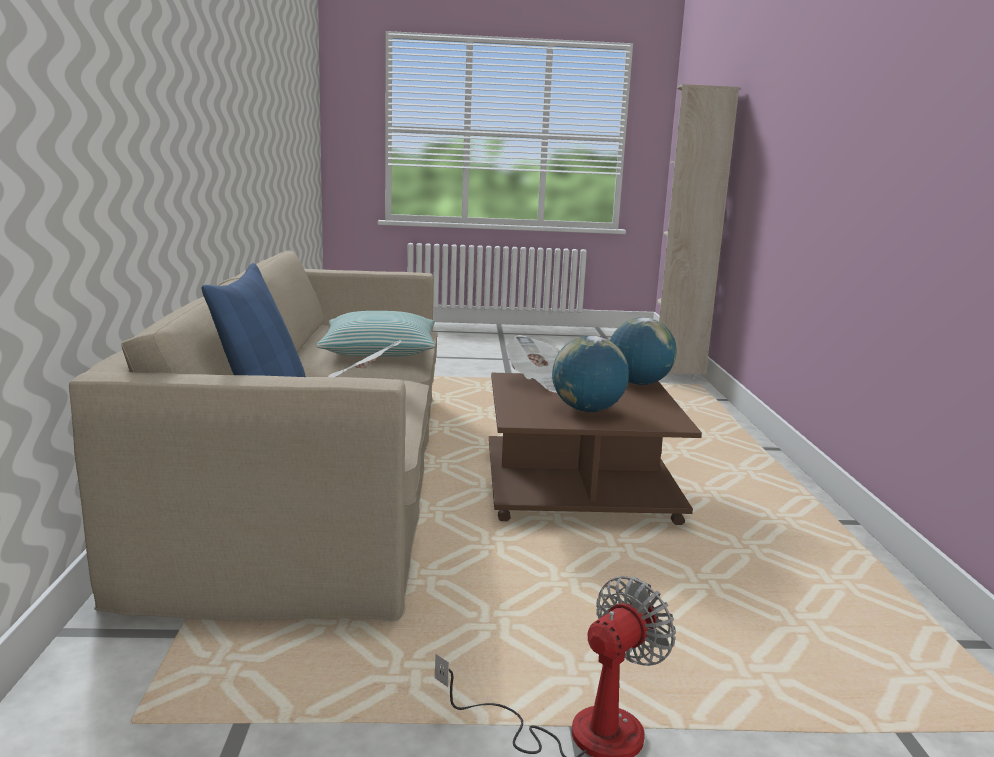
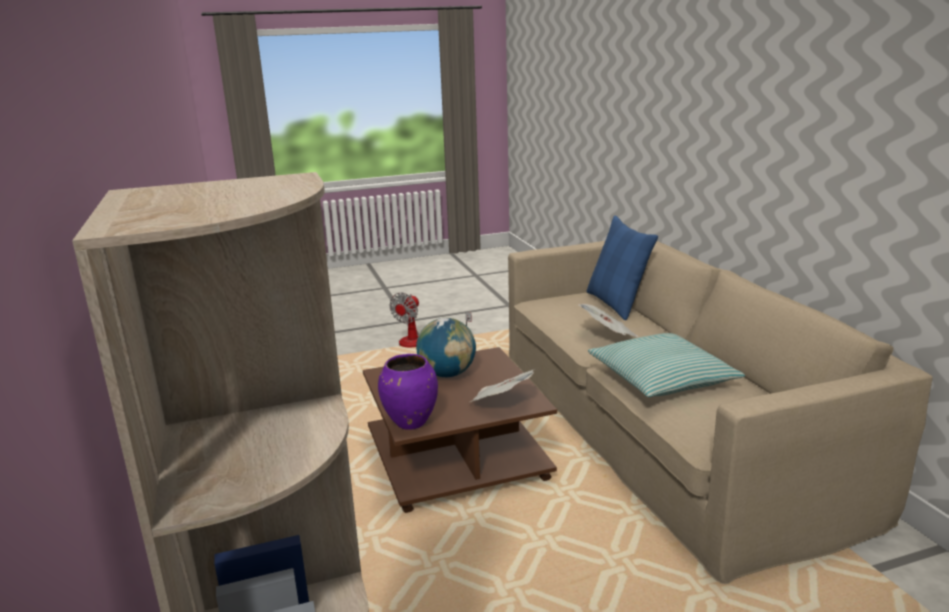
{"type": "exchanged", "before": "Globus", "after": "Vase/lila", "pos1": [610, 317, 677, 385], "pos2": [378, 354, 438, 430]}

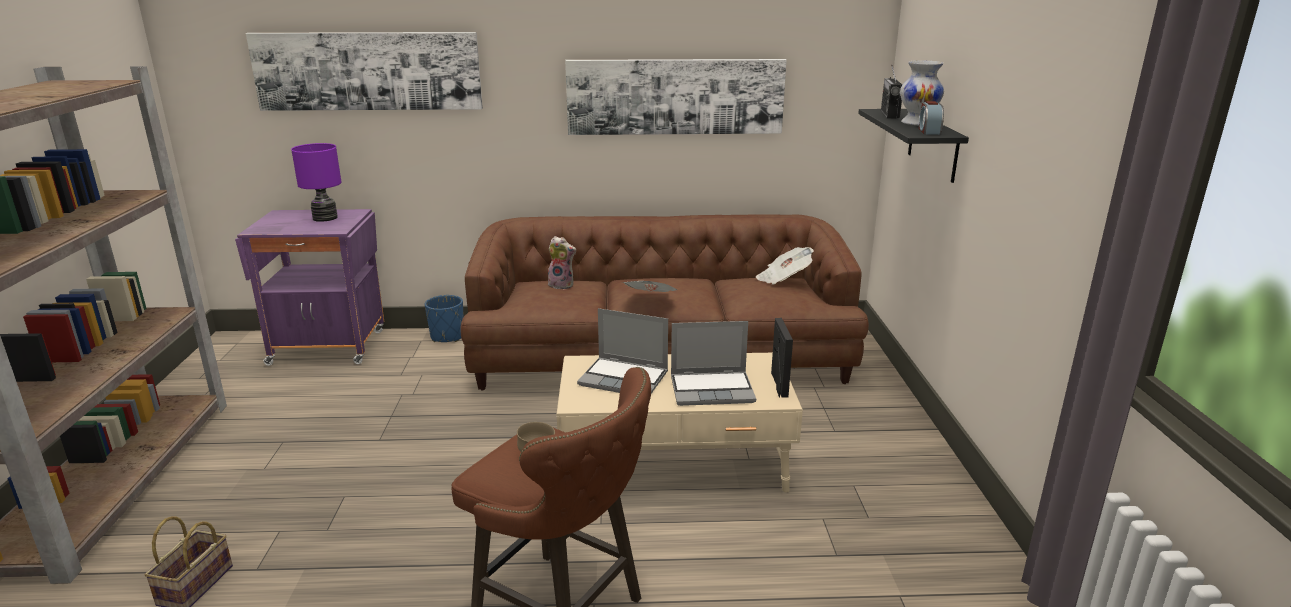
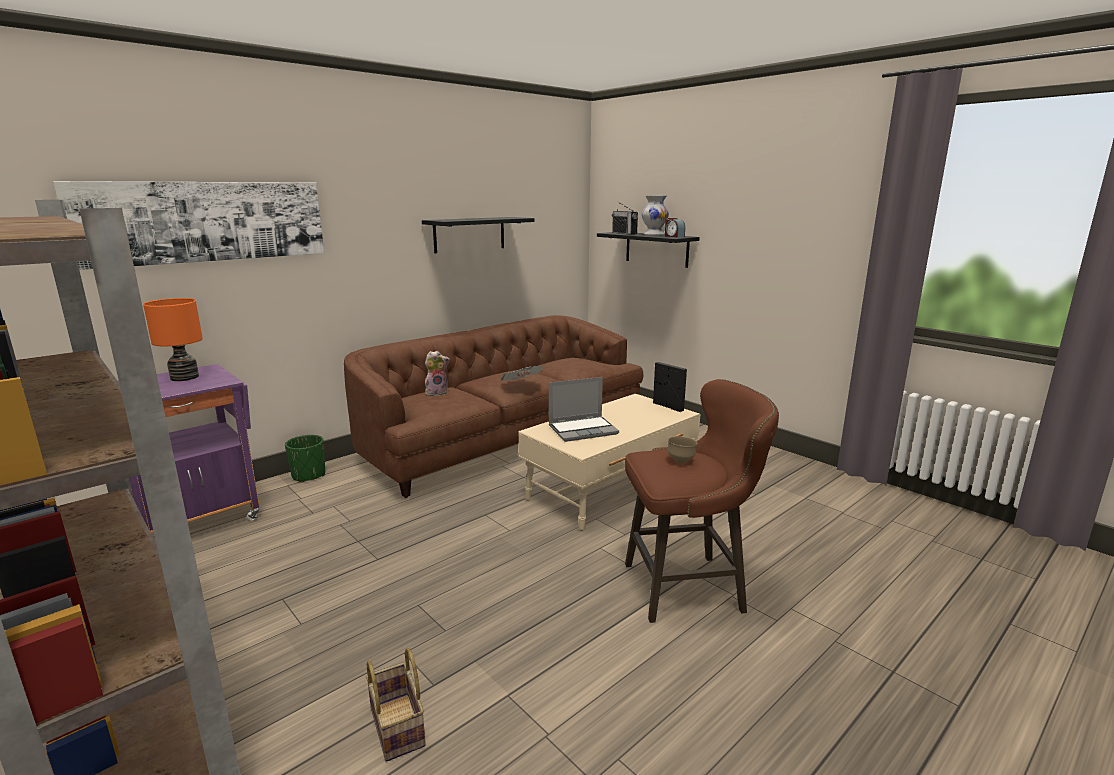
{"type": "exchanged", "before": "Bild", "after": "Wandregal/schwarz", "pos1": [565, 59, 787, 135], "pos2": [422, 217, 535, 253]}
{"type": "colour", "before": "Tischlampe/lila", "after": "Tischlampe/orange", "pos1": [291, 143, 342, 222], "pos2": [143, 298, 203, 381]}
{"type": "missing", "before": "Zeitung", "pos1": [756, 247, 814, 285]}
{"type": "colour", "before": "Pflanzkübel/blau", "after": "Pflanzkübel/grün", "pos1": [425, 295, 463, 342], "pos2": [285, 435, 325, 483]}
{"type": "missing", "before": "Laptop", "pos1": [671, 321, 756, 406]}

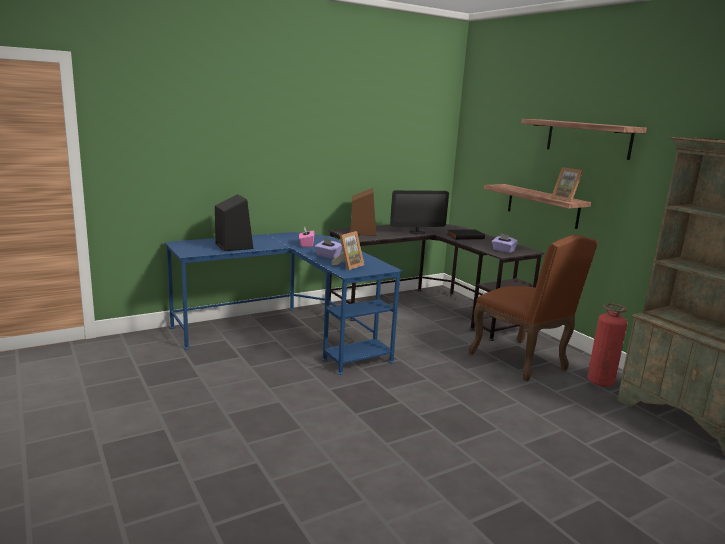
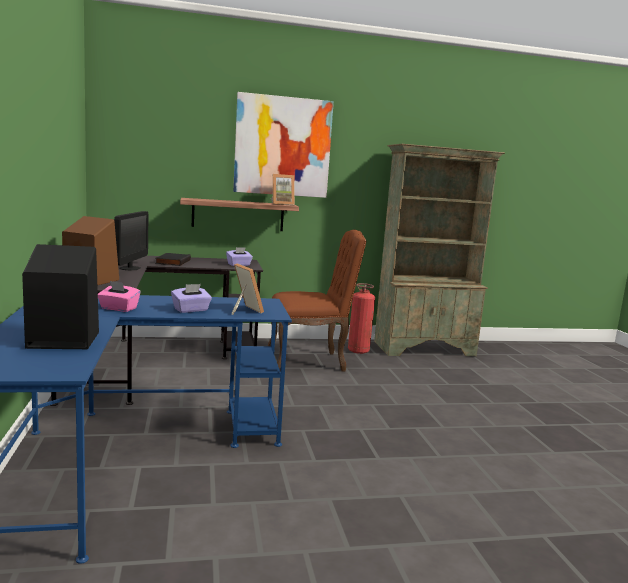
{"type": "exchanged", "before": "Wandregal", "after": "Bild", "pos1": [521, 119, 647, 160], "pos2": [233, 92, 334, 198]}

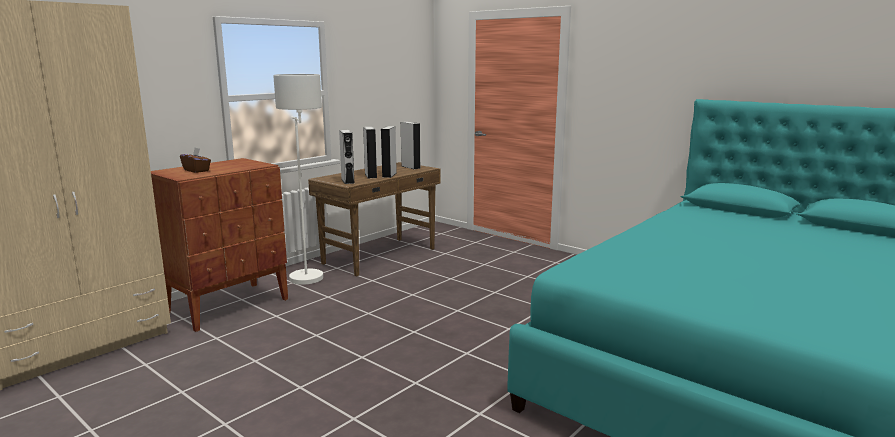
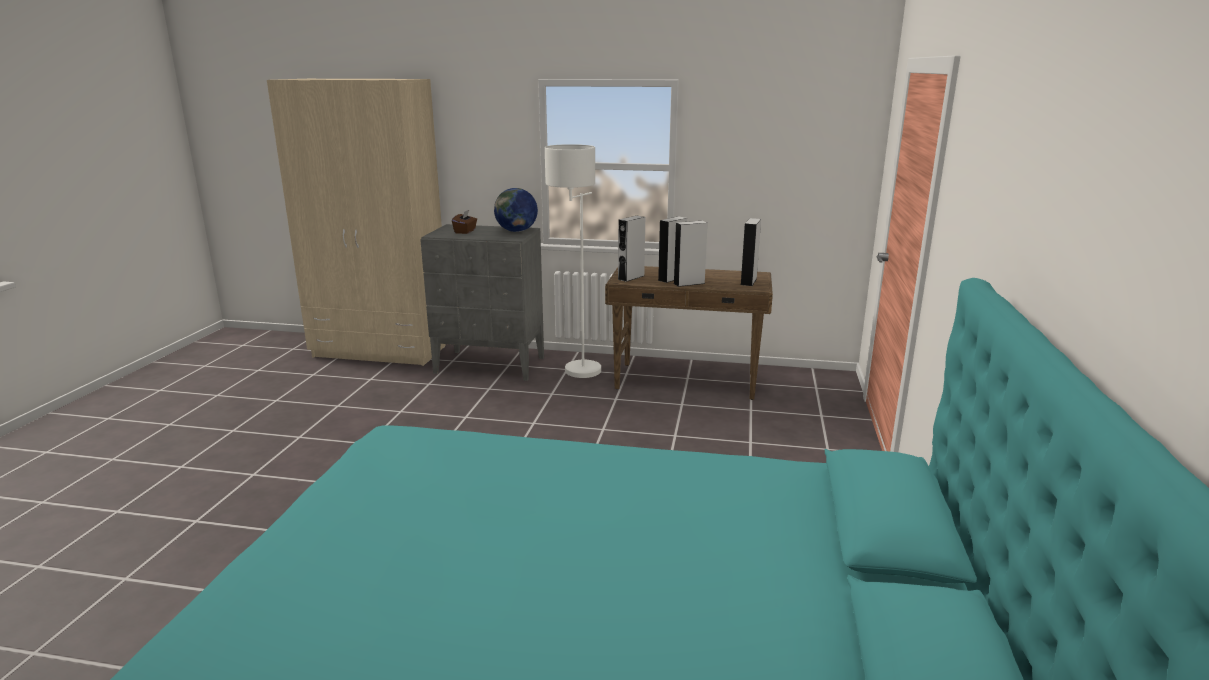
{"type": "colour", "before": "Kommode/braun", "after": "Kommode/grau", "pos1": [151, 158, 288, 332], "pos2": [420, 224, 544, 381]}
{"type": "appeared", "after": "Globus", "pos2": [494, 188, 538, 232]}

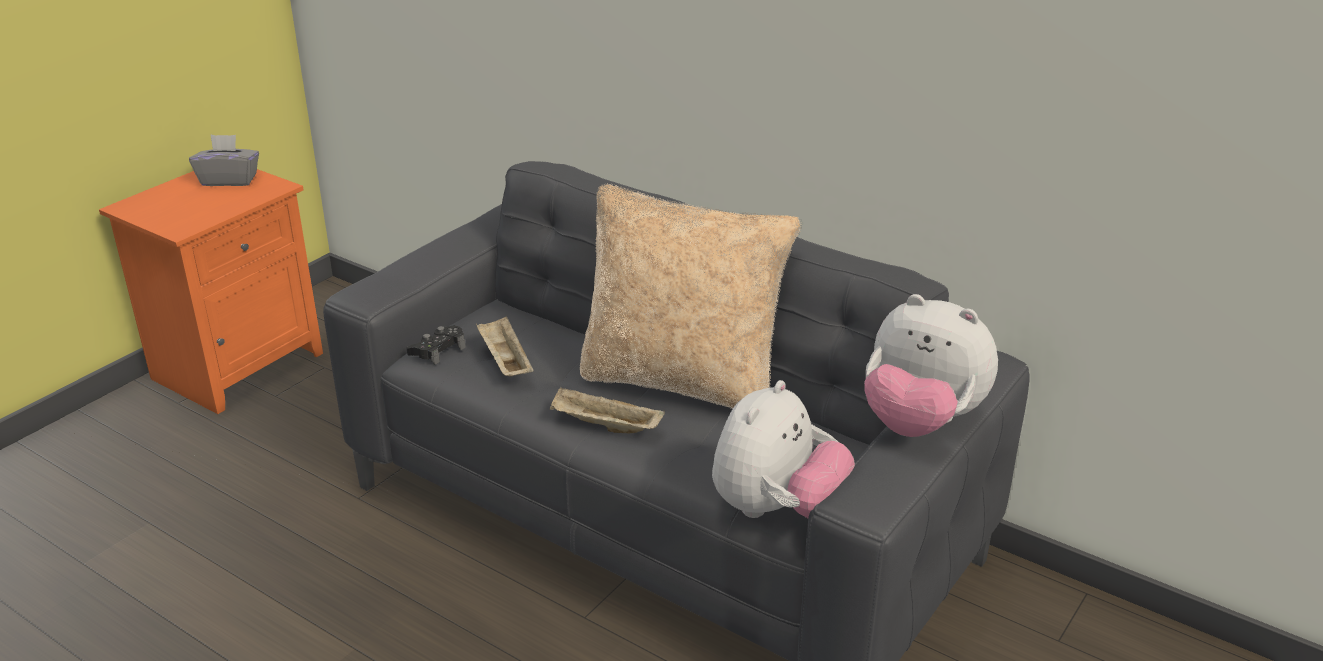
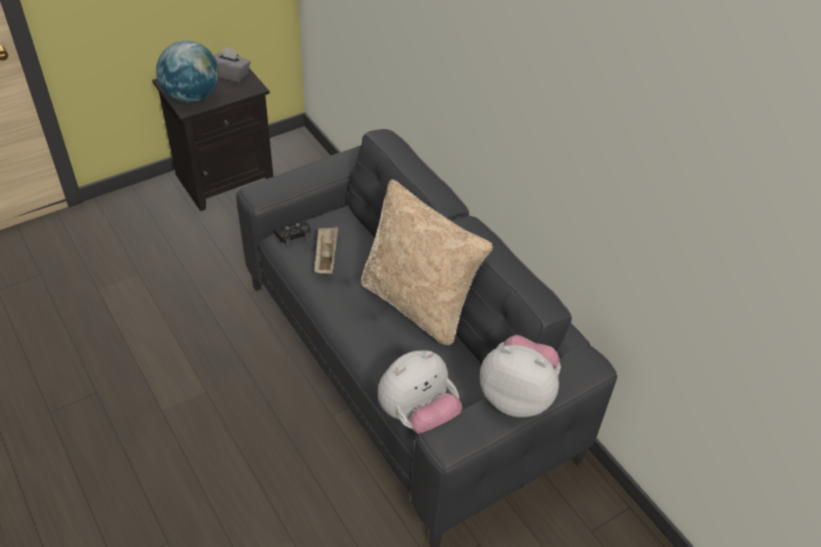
{"type": "colour", "before": "Nachttisch/orange", "after": "Nachttisch/schwarz", "pos1": [99, 169, 323, 414], "pos2": [152, 55, 273, 211]}
{"type": "spun", "before": "Plüschtier", "pos1": [864, 294, 998, 437], "pos2": [480, 335, 561, 417], "turn": 150}
{"type": "missing", "before": "Tablett/beige", "pos1": [550, 387, 665, 434]}
{"type": "appeared", "after": "Globus", "pos2": [156, 41, 219, 103]}

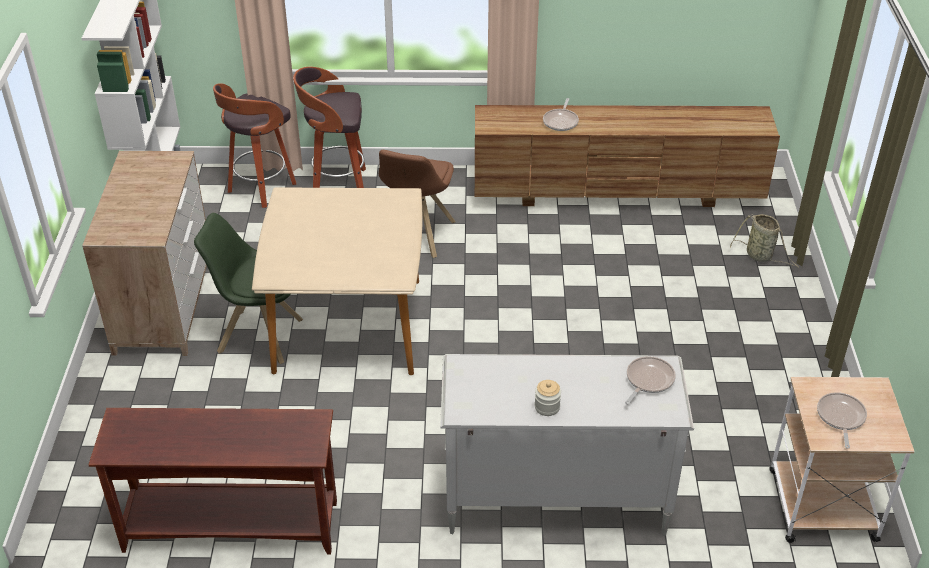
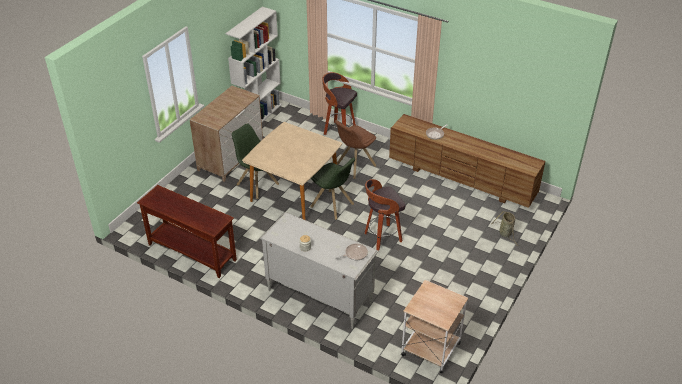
{"type": "relocated", "before": "Hocker", "pos1": [213, 83, 296, 208], "pos2": [364, 179, 405, 251]}
{"type": "missing", "before": "Pfanne", "pos1": [817, 392, 867, 449]}
{"type": "appeared", "after": "Stuhl/grün", "pos2": [311, 158, 355, 220]}

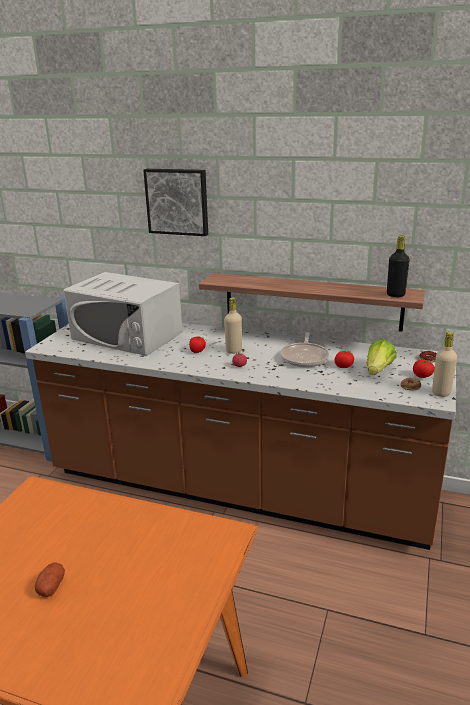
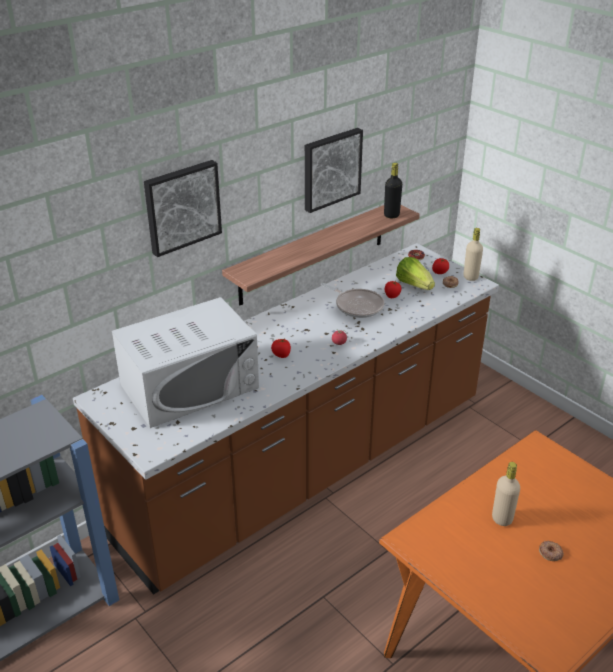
{"type": "relocated", "before": "Flasche/beige", "pos1": [224, 298, 242, 354], "pos2": [492, 462, 520, 526]}
{"type": "exchanged", "before": "Kartoffel", "after": "Donut", "pos1": [35, 563, 65, 597], "pos2": [539, 540, 564, 561]}
{"type": "appeared", "after": "Bild", "pos2": [305, 128, 363, 213]}

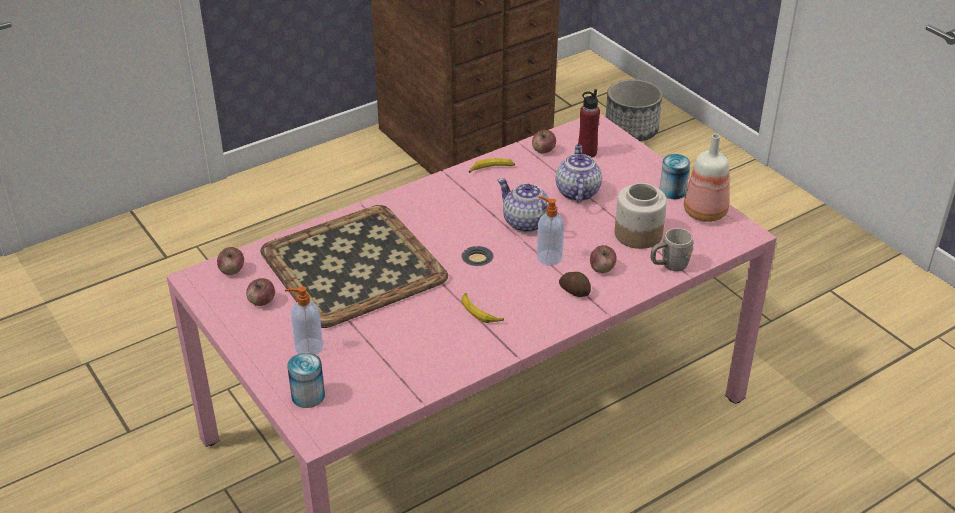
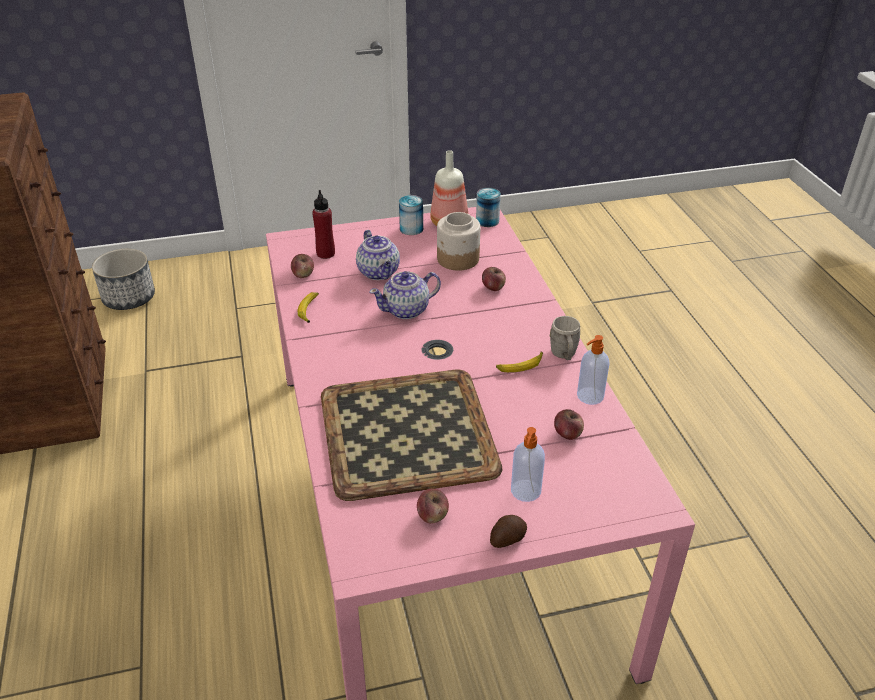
{"type": "spun", "before": "Teekanne", "pos1": [556, 144, 602, 202], "pos2": [356, 230, 400, 280], "turn": -135}
{"type": "relocated", "before": "Seifenspender", "pos1": [537, 196, 564, 265], "pos2": [577, 335, 610, 405]}
{"type": "relocated", "before": "Henkelbecher/grau", "pos1": [651, 228, 693, 271], "pos2": [549, 316, 580, 360]}
{"type": "relocated", "before": "Apfel", "pos1": [217, 247, 244, 275], "pos2": [554, 409, 584, 440]}
{"type": "relocated", "before": "Kartoffel", "pos1": [559, 272, 591, 297], "pos2": [490, 515, 527, 548]}
{"type": "relocated", "before": "Dose", "pos1": [287, 352, 325, 408], "pos2": [476, 188, 501, 227]}

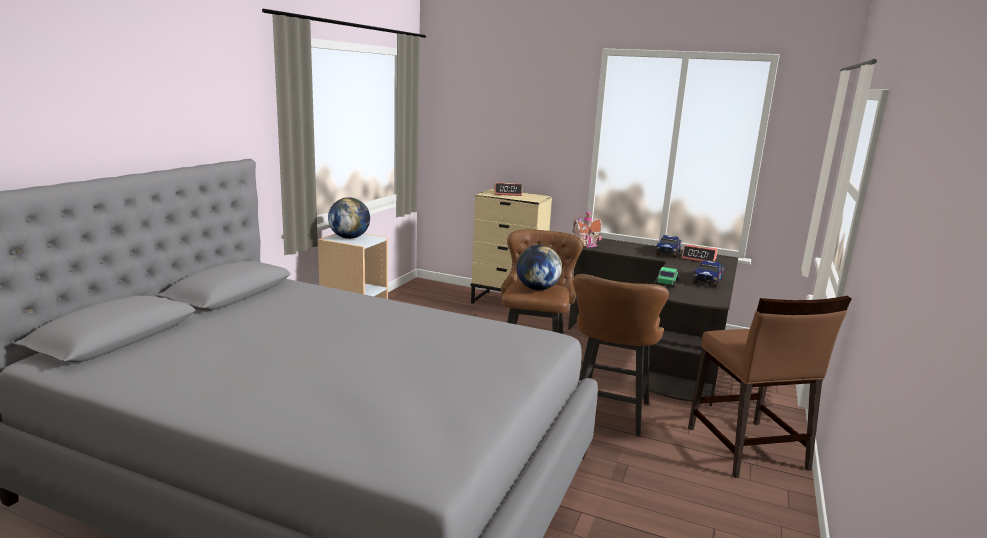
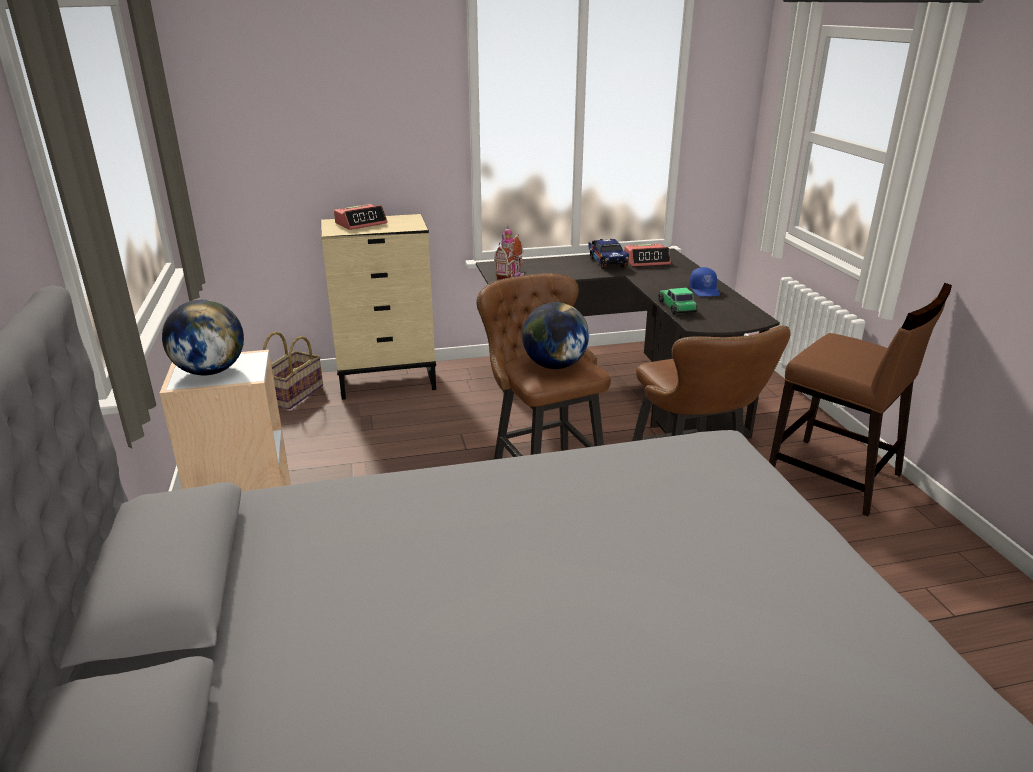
{"type": "exchanged", "before": "Spielzeuglaster", "after": "Kappe/blau", "pos1": [693, 260, 724, 287], "pos2": [689, 267, 720, 297]}
{"type": "appeared", "after": "Korb", "pos2": [263, 331, 323, 409]}

